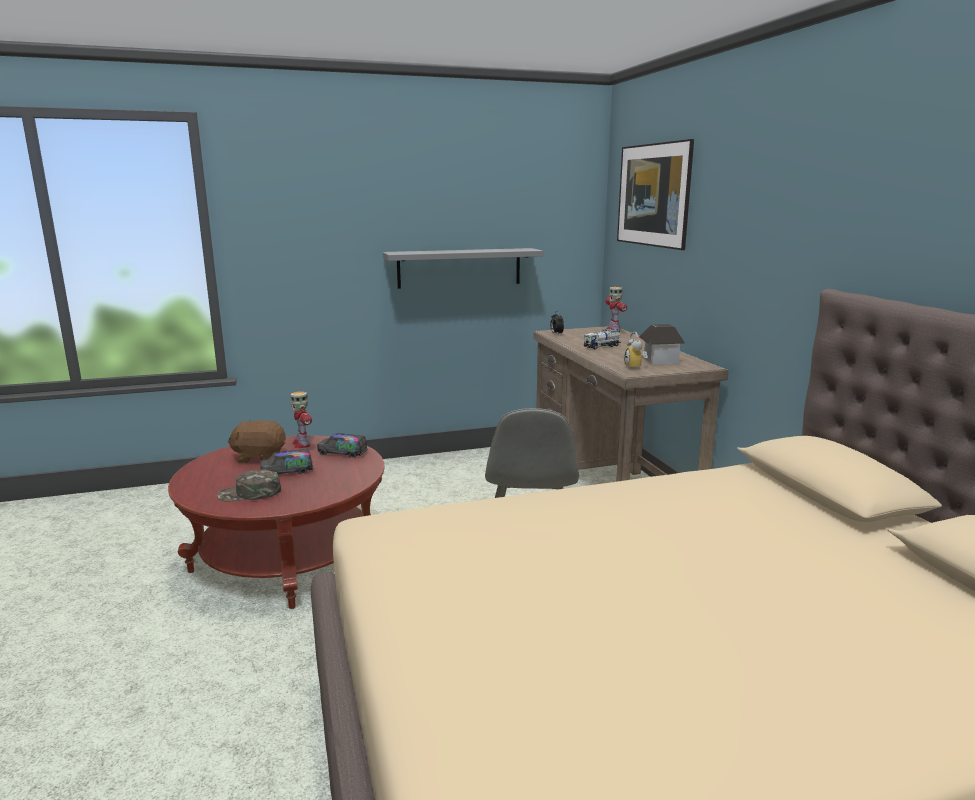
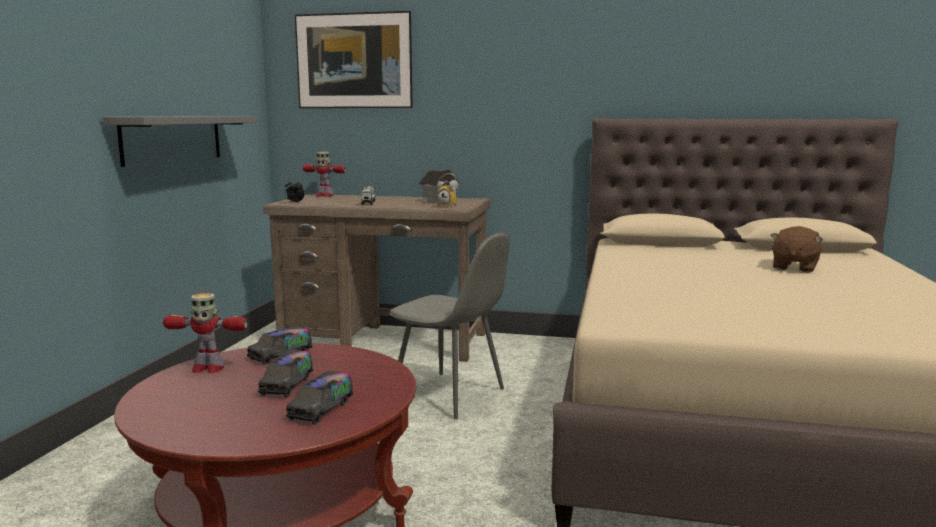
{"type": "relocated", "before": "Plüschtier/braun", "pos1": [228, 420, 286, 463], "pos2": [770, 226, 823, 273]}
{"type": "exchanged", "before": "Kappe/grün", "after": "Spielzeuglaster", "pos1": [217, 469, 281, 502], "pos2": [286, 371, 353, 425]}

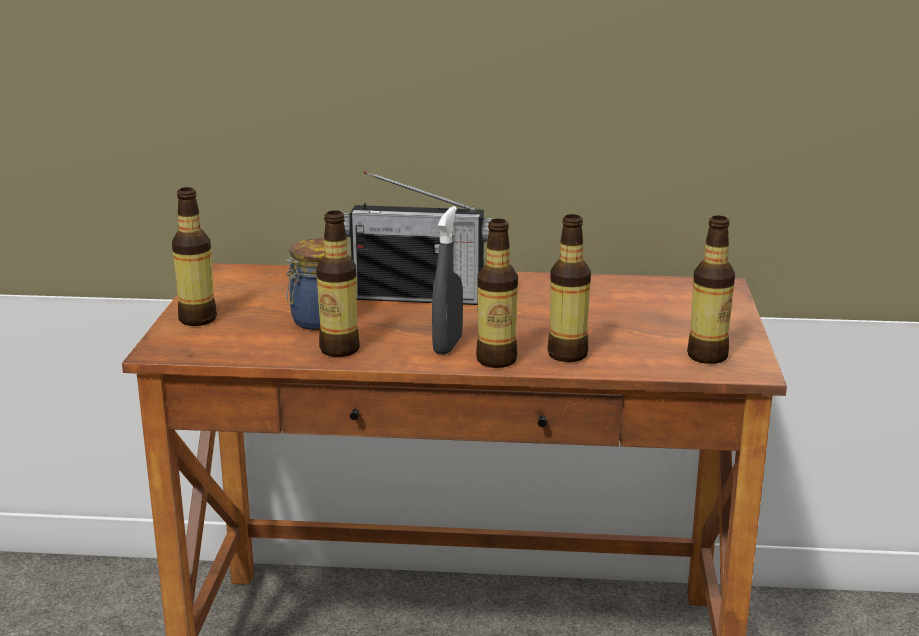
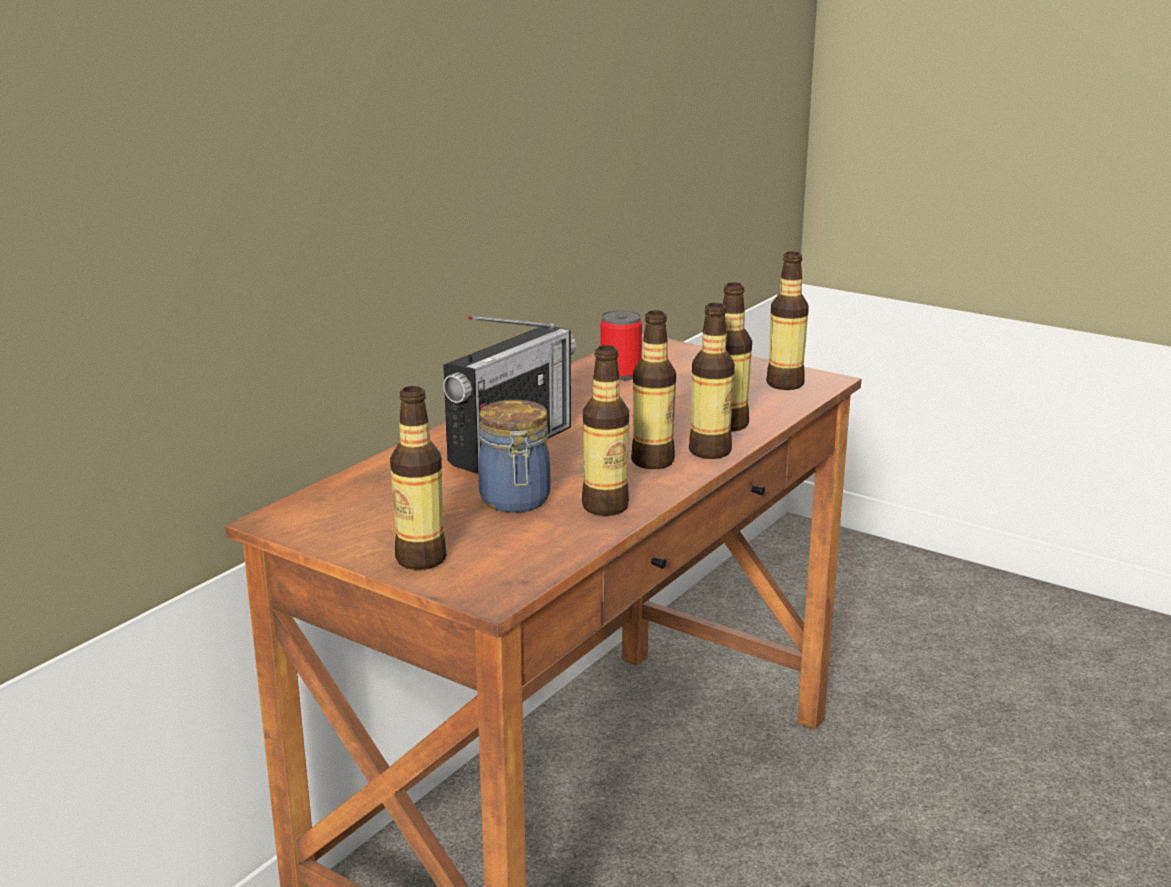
{"type": "exchanged", "before": "Sprühflasche/grau", "after": "Flasche", "pos1": [432, 206, 463, 355], "pos2": [631, 310, 676, 469]}
{"type": "appeared", "after": "Dose", "pos2": [600, 310, 642, 381]}

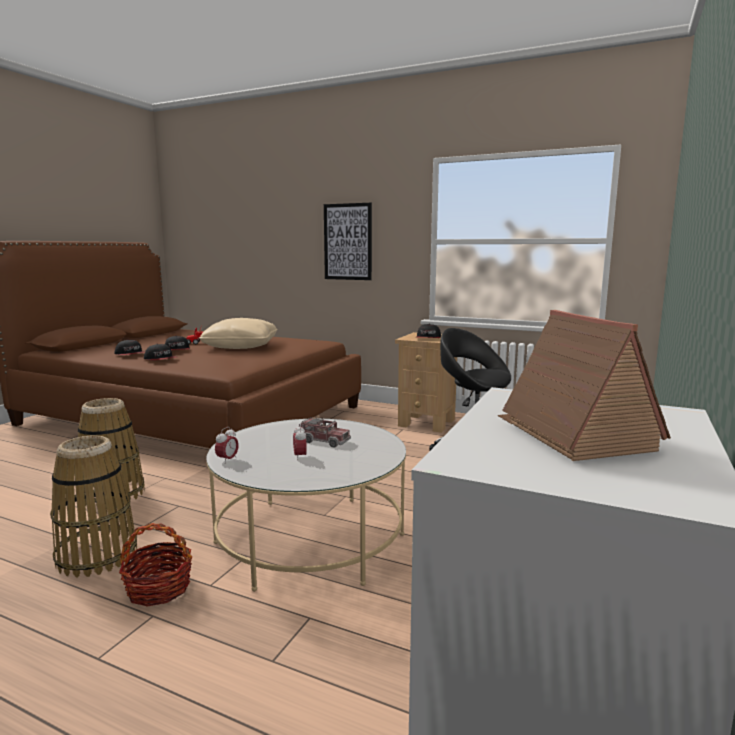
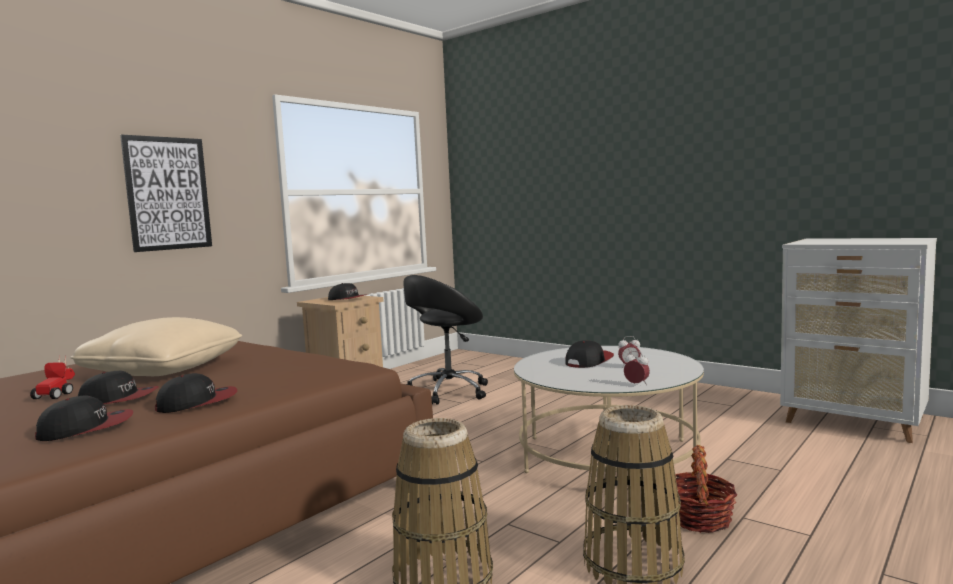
{"type": "missing", "before": "Spielzeughaus", "pos1": [497, 310, 671, 461]}
{"type": "exchanged", "before": "Spielzeuglaster", "after": "Kappe", "pos1": [301, 417, 351, 447], "pos2": [565, 340, 614, 368]}

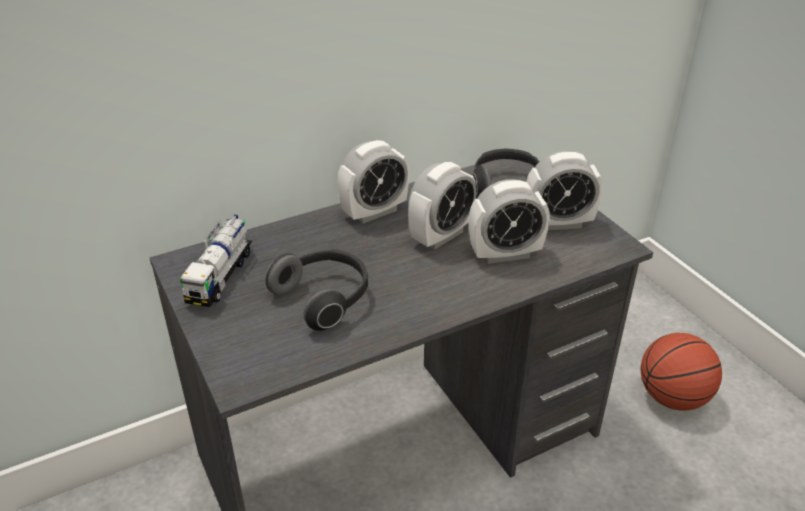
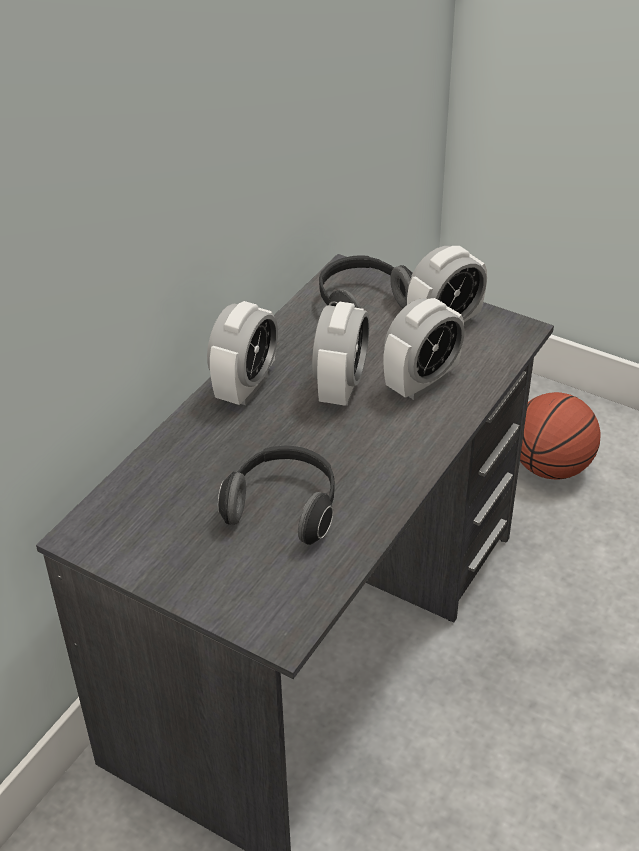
{"type": "missing", "before": "Spielzeuglaster", "pos1": [180, 215, 252, 307]}

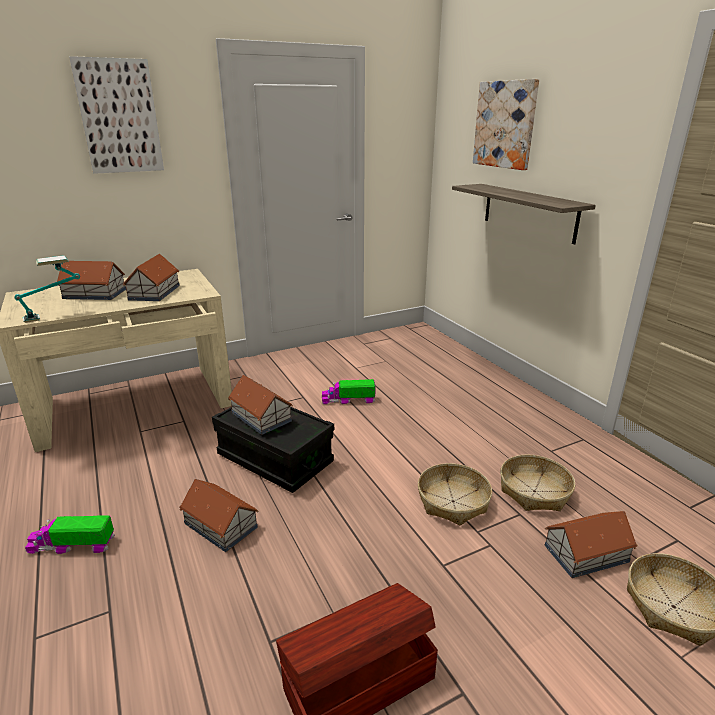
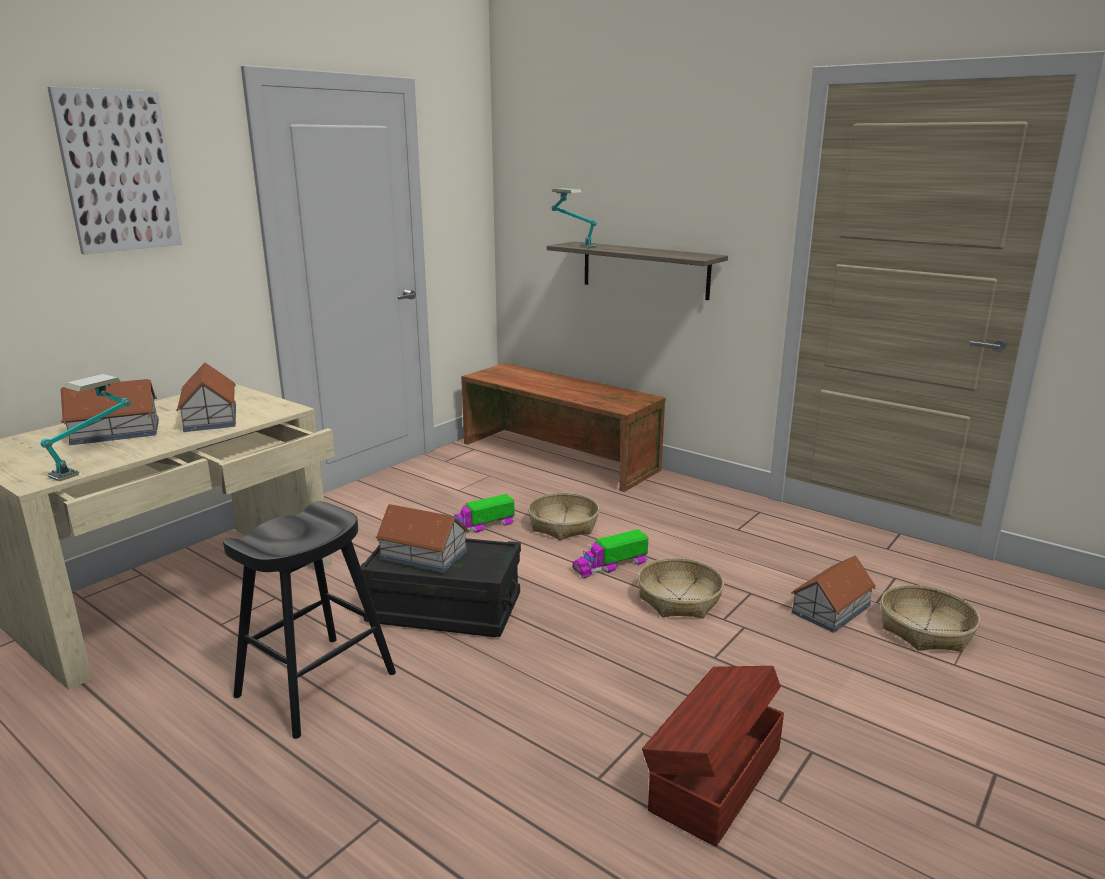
{"type": "missing", "before": "Bild", "pos1": [473, 79, 539, 170]}
{"type": "relocated", "before": "Korb", "pos1": [500, 455, 575, 511], "pos2": [528, 493, 599, 540]}
{"type": "missing", "before": "Spielzeughaus", "pos1": [179, 479, 258, 552]}
{"type": "relocated", "before": "Spielzeuglaster", "pos1": [25, 515, 115, 554], "pos2": [572, 529, 648, 578]}
{"type": "appeared", "after": "Tischlampe", "pos2": [552, 188, 598, 248]}
{"type": "appeared", "after": "Bank/braun", "pos2": [461, 363, 666, 492]}
{"type": "appeared", "after": "Hocker/schwarz", "pos2": [223, 501, 396, 739]}

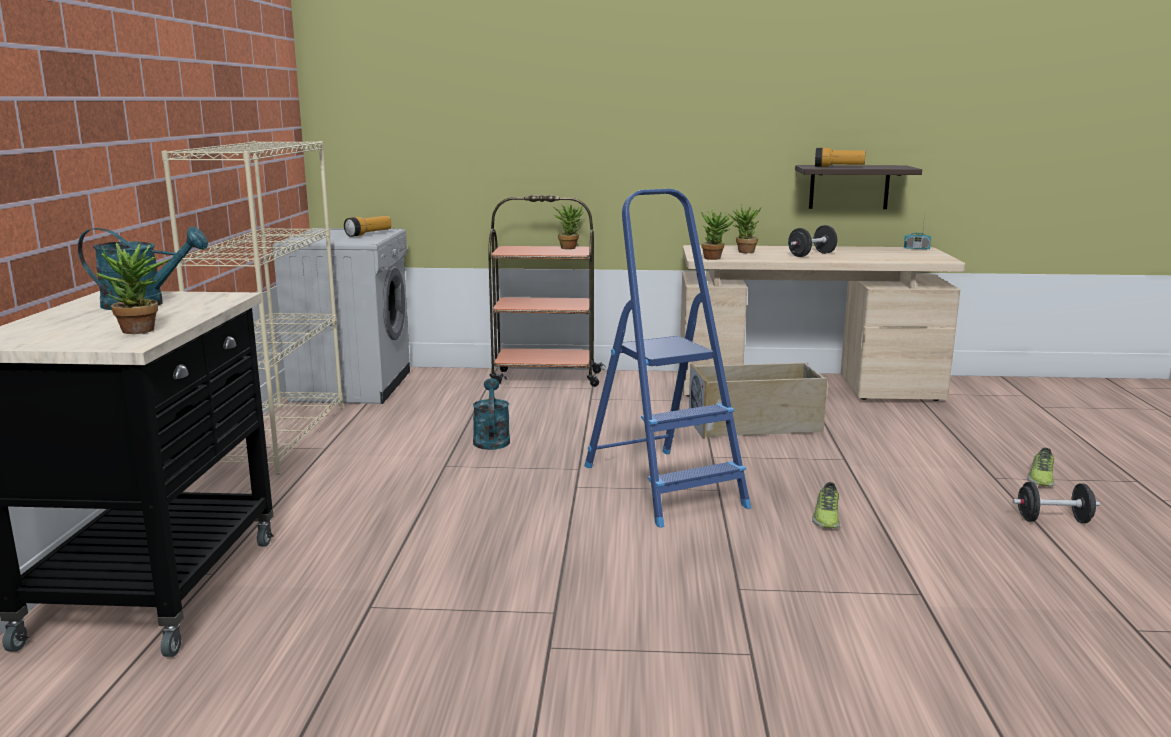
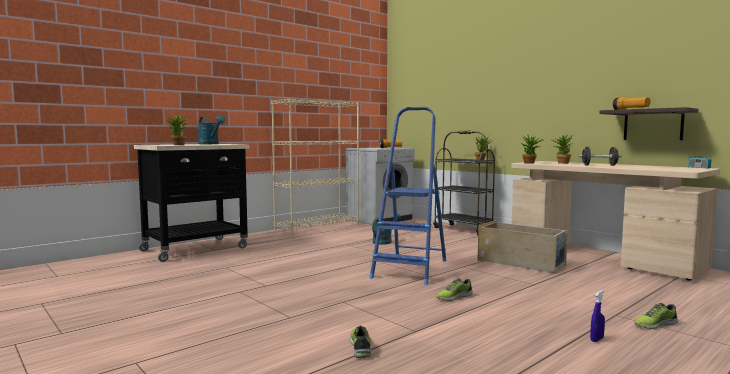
{"type": "colour", "before": "Rollwagen/orange", "after": "Rollwagen/schwarz", "pos1": [488, 195, 605, 387], "pos2": [433, 130, 495, 236]}
{"type": "exchanged", "before": "Hantel/schwarz", "after": "Sprühflasche/blau", "pos1": [1013, 482, 1100, 523], "pos2": [590, 290, 605, 342]}
{"type": "appeared", "after": "Schuh", "pos2": [350, 326, 371, 358]}

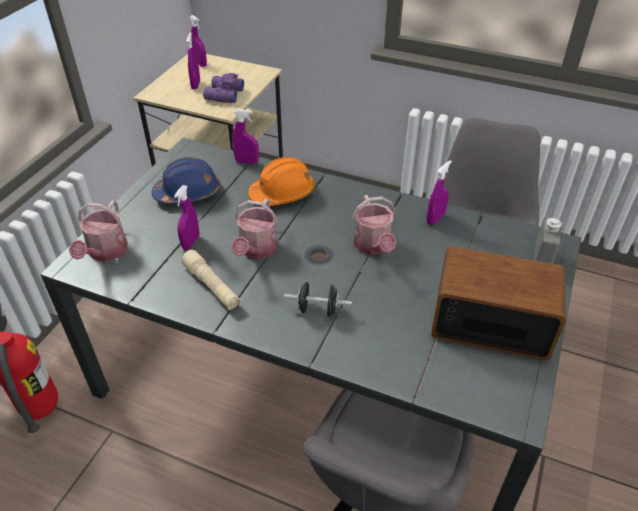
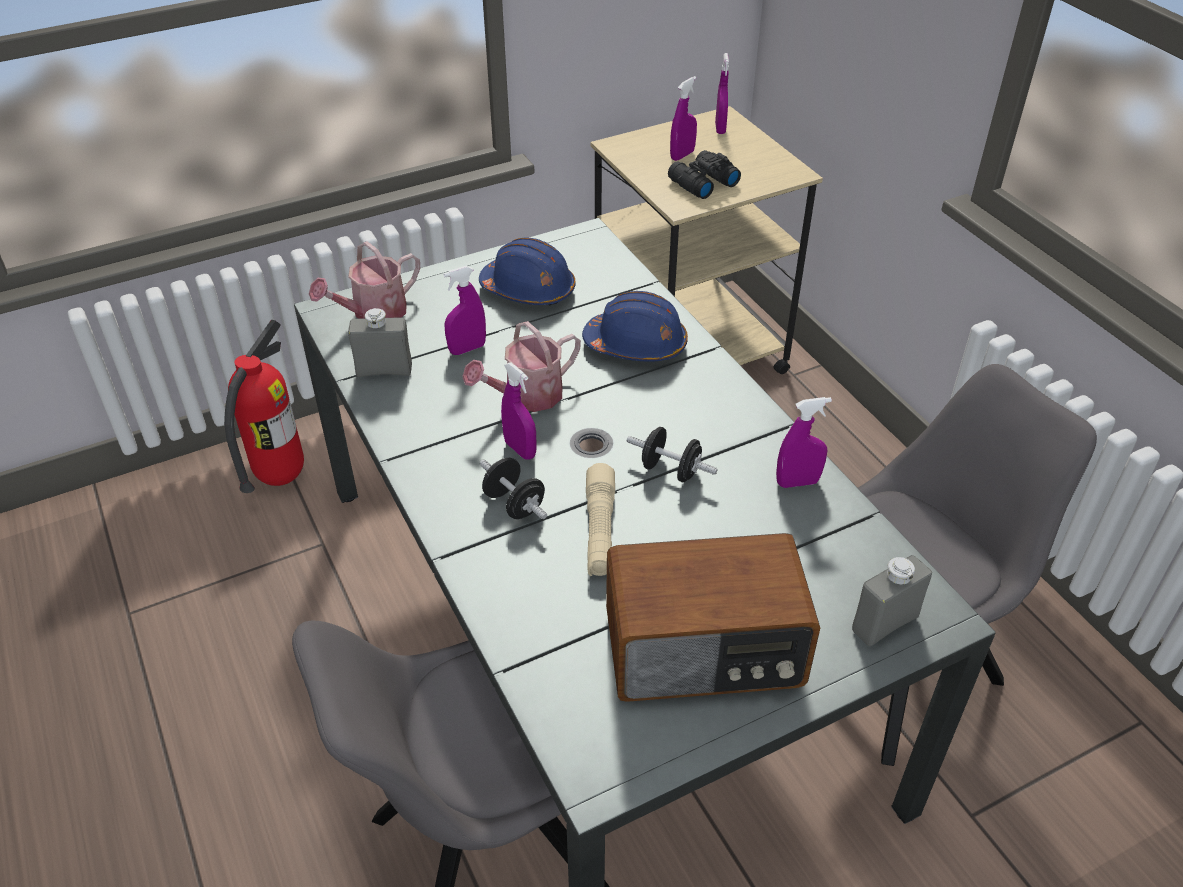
{"type": "colour", "before": "Fernglas/lila", "after": "Fernglas/schwarz", "pos1": [203, 73, 244, 103], "pos2": [668, 150, 741, 199]}
{"type": "relocated", "before": "Sprühflasche/lila", "pos1": [232, 109, 259, 164], "pos2": [501, 363, 537, 460]}
{"type": "colour", "before": "Schutzhelm/orange", "after": "Schutzhelm/blau", "pos1": [248, 157, 315, 206], "pos2": [582, 291, 688, 362]}
{"type": "exchanged", "before": "Gießkanne", "after": "Hantel/schwarz", "pos1": [352, 195, 397, 255], "pos2": [627, 427, 718, 482]}
{"type": "spun", "before": "Radio", "pos1": [431, 246, 566, 360], "pos2": [606, 533, 820, 702], "turn": 120}
{"type": "relocated", "before": "Taschenlampe/beige", "pos1": [181, 250, 241, 311], "pos2": [586, 463, 615, 576]}
{"type": "appeared", "after": "Flasche/grau", "pos2": [348, 308, 412, 377]}

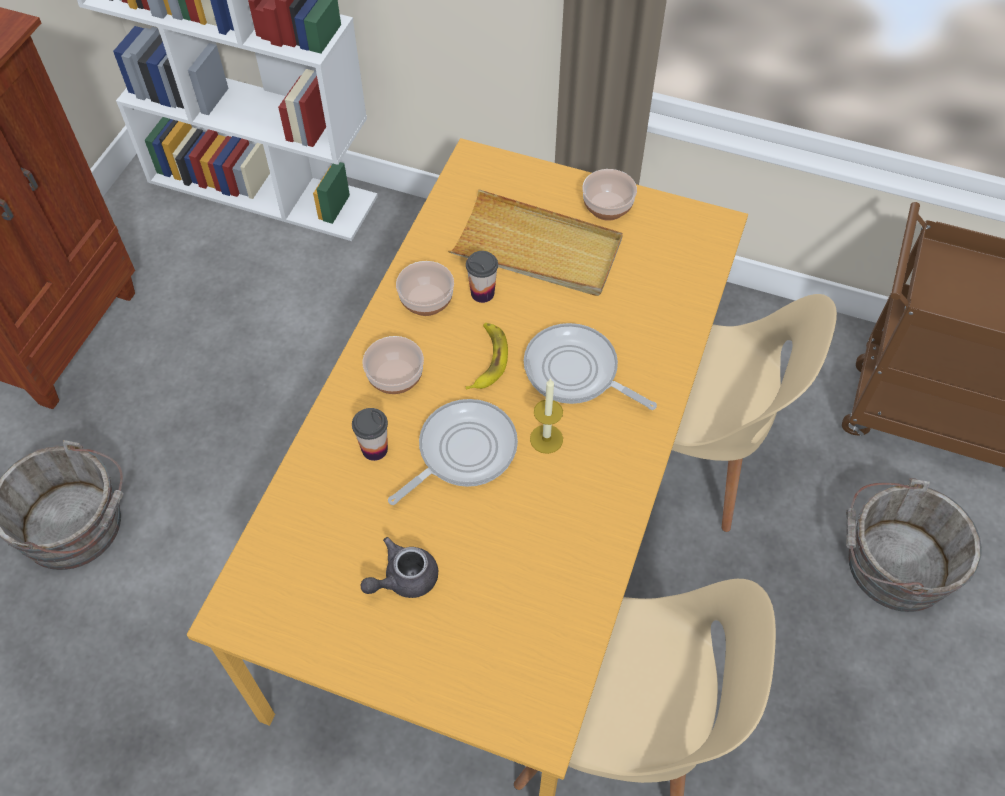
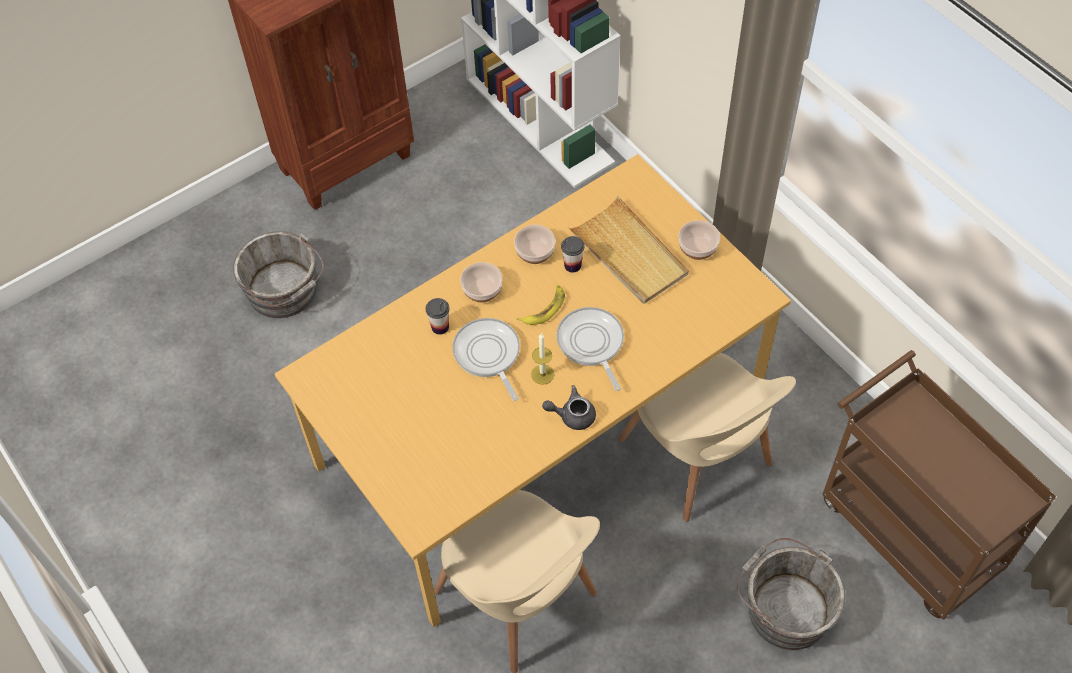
{"type": "spun", "before": "Pfanne", "pos1": [388, 399, 518, 505], "pos2": [452, 318, 520, 401], "turn": -105}
{"type": "relocated", "before": "Teekanne/grau", "pos1": [361, 537, 438, 598], "pos2": [542, 385, 596, 430]}

